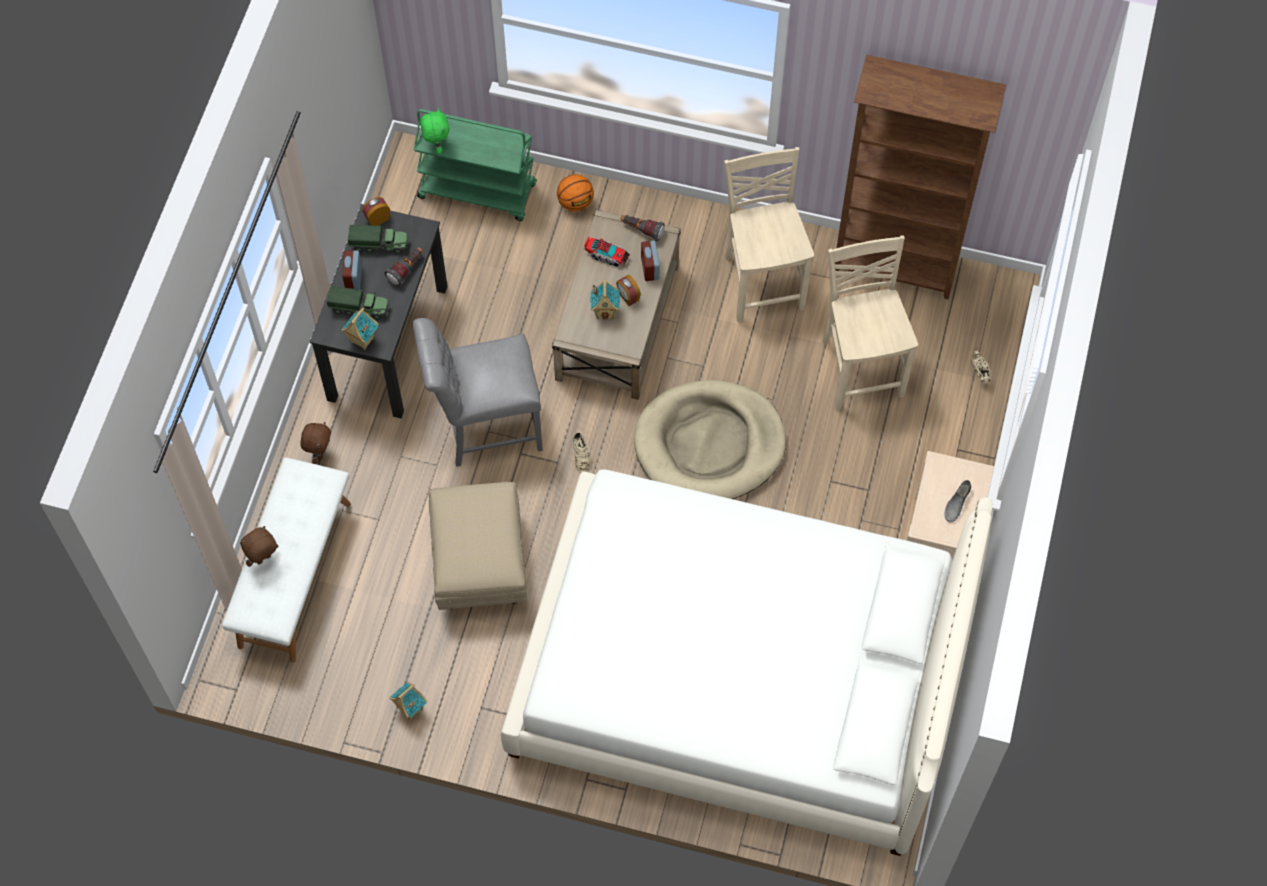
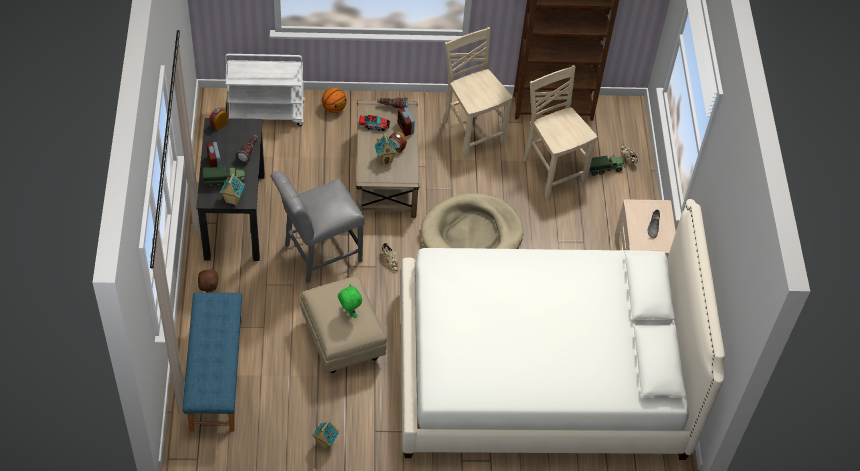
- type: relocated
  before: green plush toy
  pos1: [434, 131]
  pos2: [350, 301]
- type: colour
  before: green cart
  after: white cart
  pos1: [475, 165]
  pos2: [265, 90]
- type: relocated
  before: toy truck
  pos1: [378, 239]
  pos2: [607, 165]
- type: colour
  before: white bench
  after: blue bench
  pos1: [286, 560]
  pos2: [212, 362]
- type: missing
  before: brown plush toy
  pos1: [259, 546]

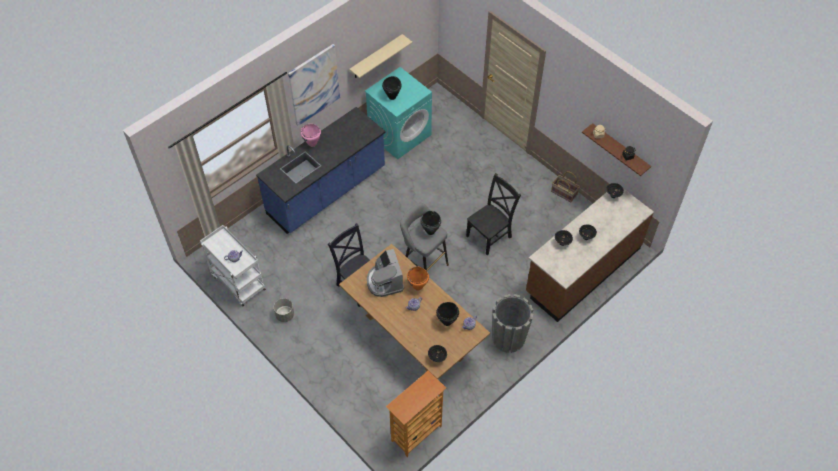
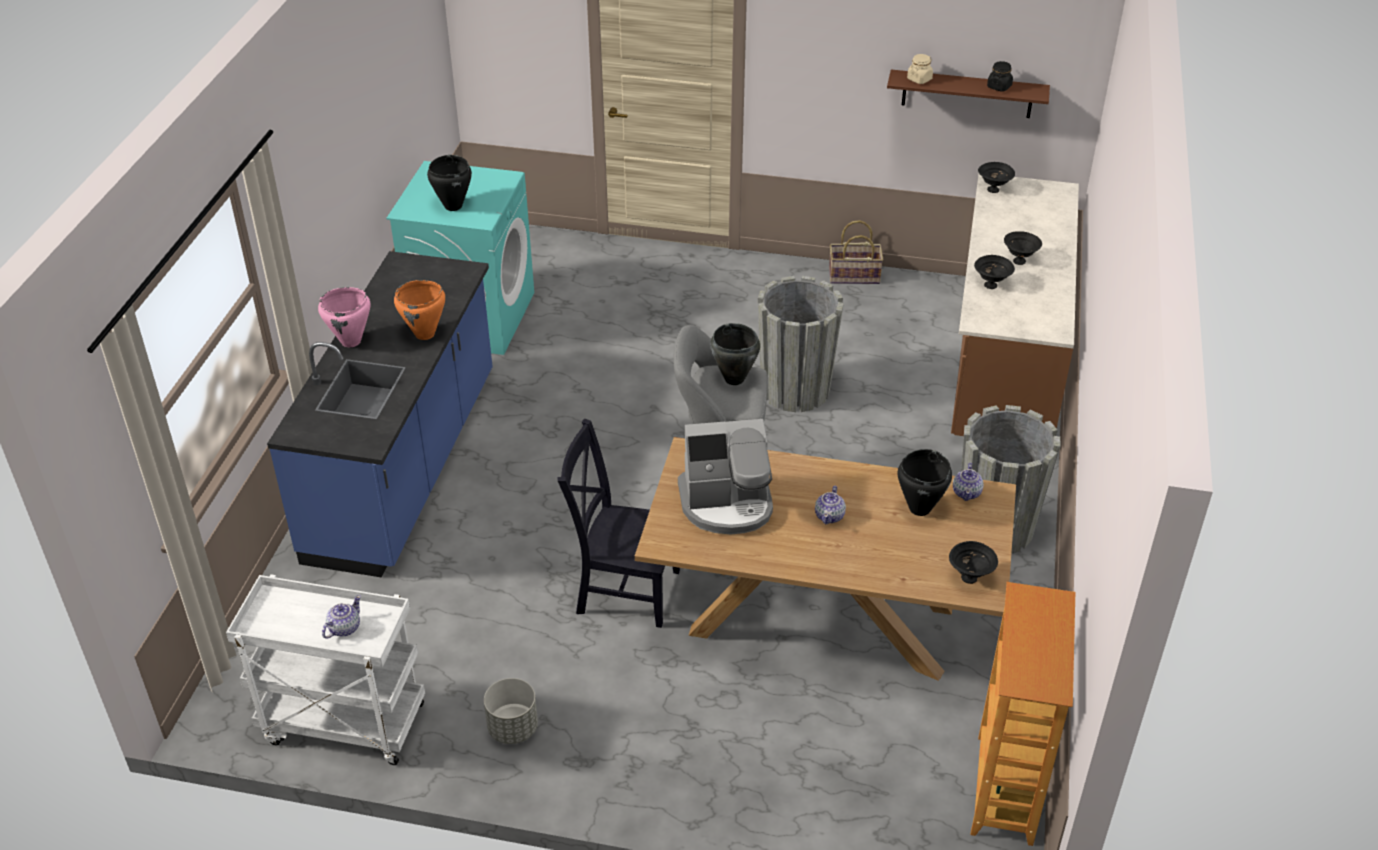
- type: missing
  before: beige shelf
  pos1: [381, 56]
- type: missing
  before: picture
  pos1: [314, 85]
- type: exchanged
  before: black chair
  after: grey planter
  pos1: [493, 214]
  pos2: [801, 344]
- type: spun
  before: coffee machine
  pos1: [385, 273]
  pos2: [725, 476]
  turn: -45
- type: relocated
  before: orange cooking pot
  pos1: [418, 279]
  pos2: [420, 310]

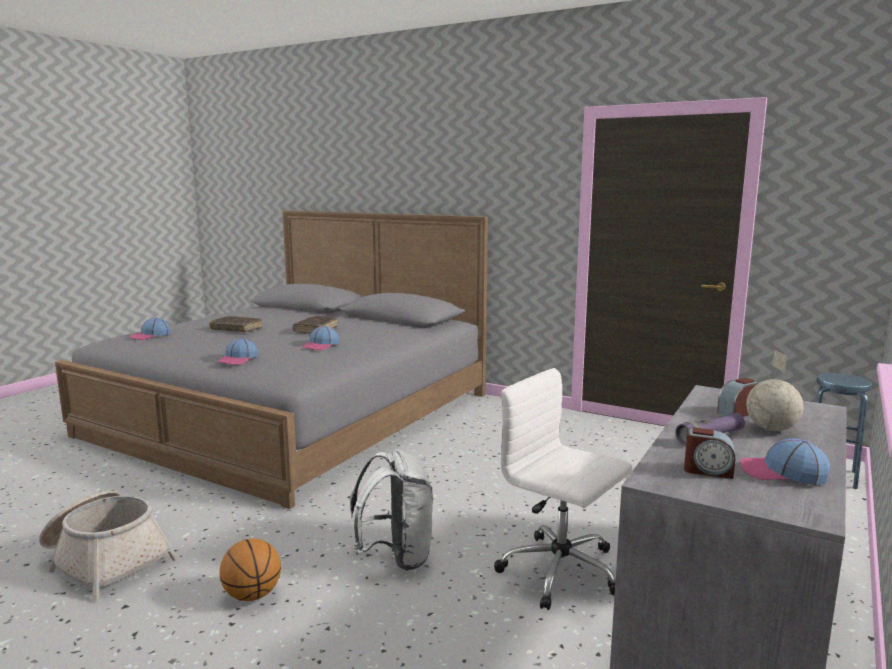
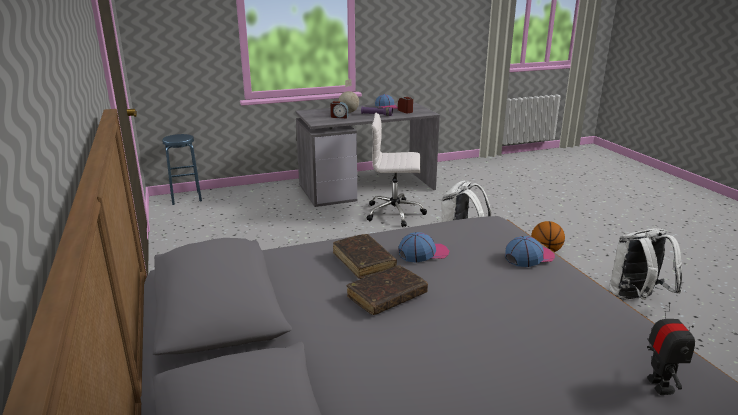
- type: relocated
  before: brown book
  pos1: [236, 324]
  pos2: [365, 256]
- type: exchanged
  before: cap
  after: toy robot
  pos1: [150, 328]
  pos2: [671, 348]
- type: spun
  before: white office chair
  pos1: [563, 489]
  pos2: [397, 169]
  turn: 105
- type: exchanged
  before: basket
  after: white backpack
  pos1: [108, 545]
  pos2: [645, 264]

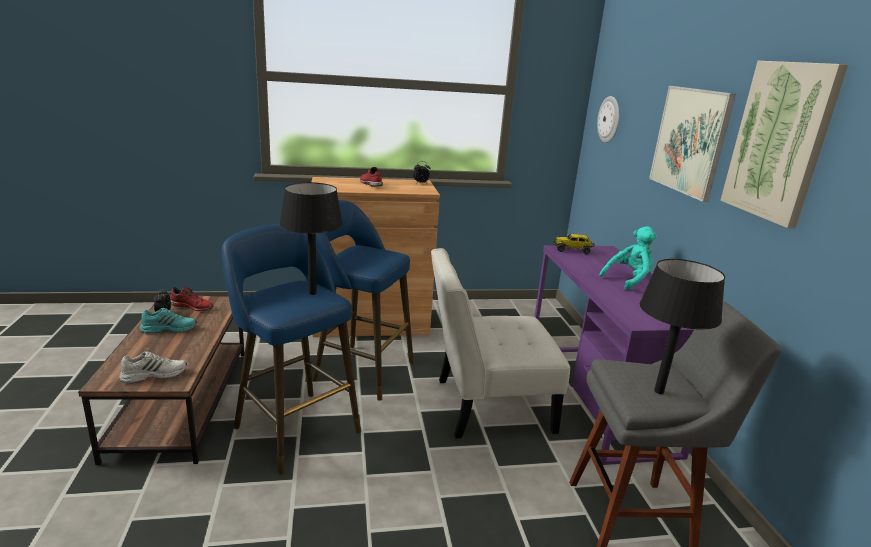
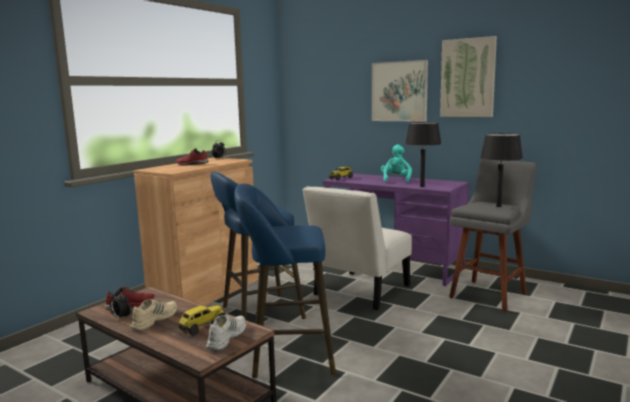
- type: missing
  before: wall clock
  pos1: [608, 119]
- type: relocated
  before: black table lamp
  pos1: [311, 238]
  pos2: [423, 154]
- type: colour
  before: turquoise shoe
  after: beige shoe
  pos1: [168, 321]
  pos2: [153, 315]
- type: appeared
  after: toy truck
  pos2: [201, 320]

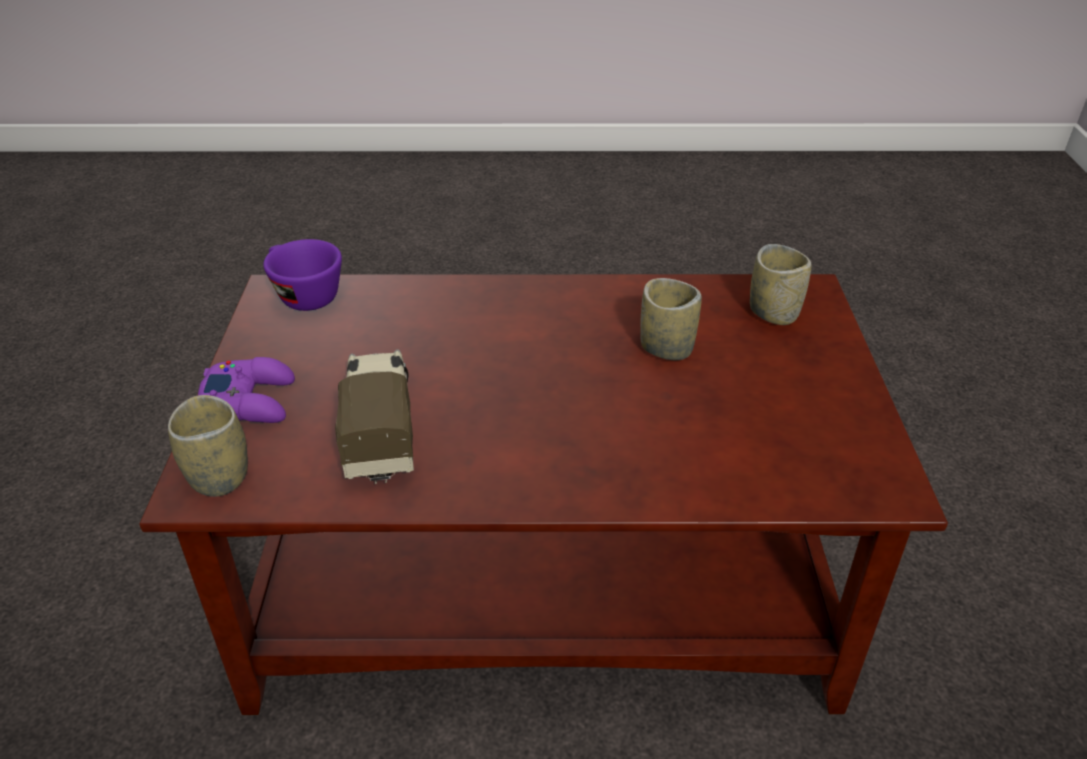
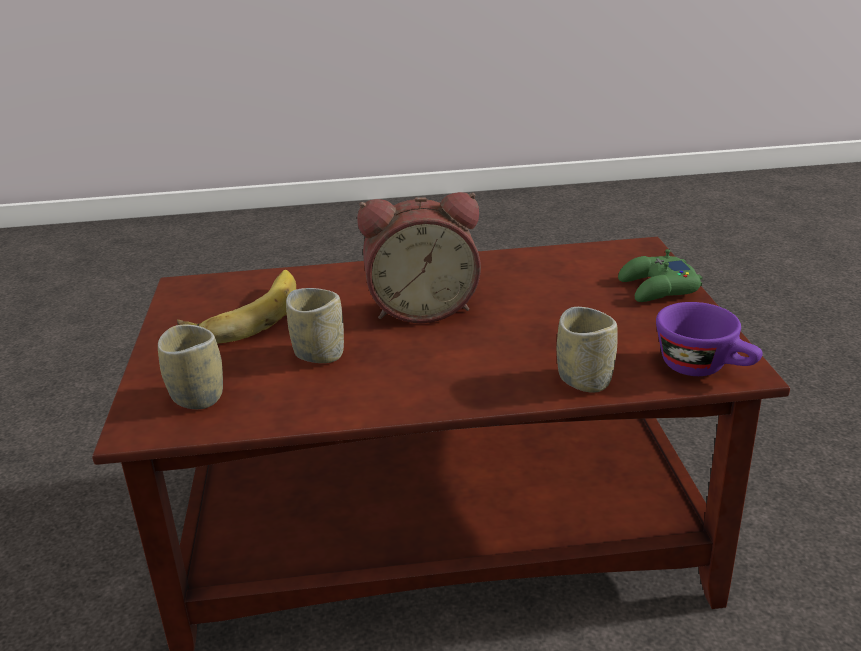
- type: missing
  before: toy truck
  pos1: [374, 416]
- type: colour
  before: purple game controller
  after: green game controller
  pos1: [246, 390]
  pos2: [660, 275]
- type: relocated
  before: cup
  pos1: [208, 446]
  pos2: [587, 350]
- type: appeared
  after: alarm clock
  pos2: [419, 257]
- type: appeared
  after: banana
  pos2: [236, 307]

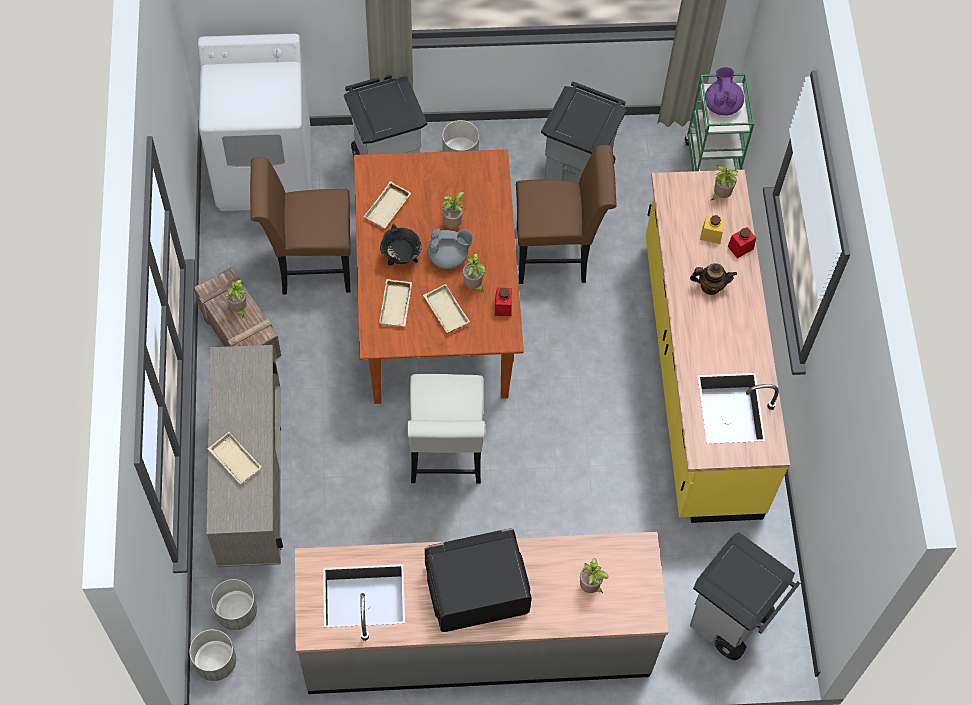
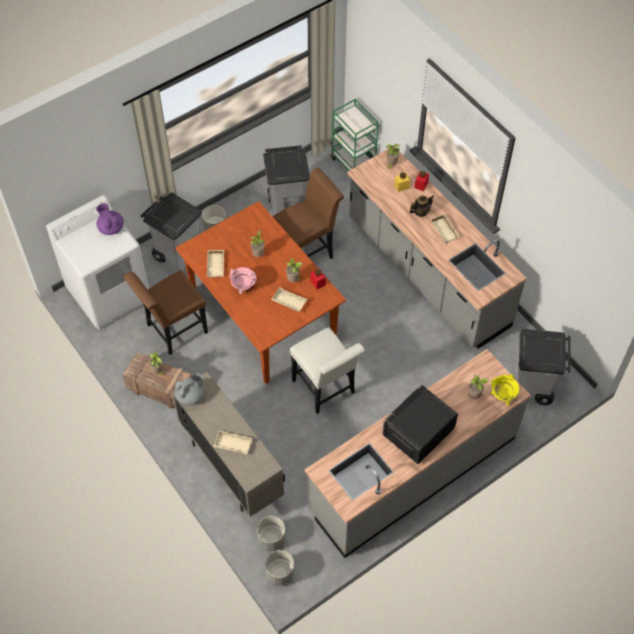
- type: relocated
  before: purple teapot
  pos1: [724, 91]
  pos2: [110, 219]
- type: colour
  before: yellow counter
  after: grey counter
  pos1: [718, 346]
  pos2: [437, 248]
- type: colour
  before: black cooking pot
  after: pink cooking pot
  pos1: [401, 244]
  pos2: [243, 280]
- type: relocated
  before: grey teapot
  pos1: [450, 248]
  pos2: [189, 389]
- type: relocated
  before: beige tray
  pos1: [395, 302]
  pos2: [445, 228]
- type: appeared
  after: yellow cooking pot
  pos2: [505, 390]

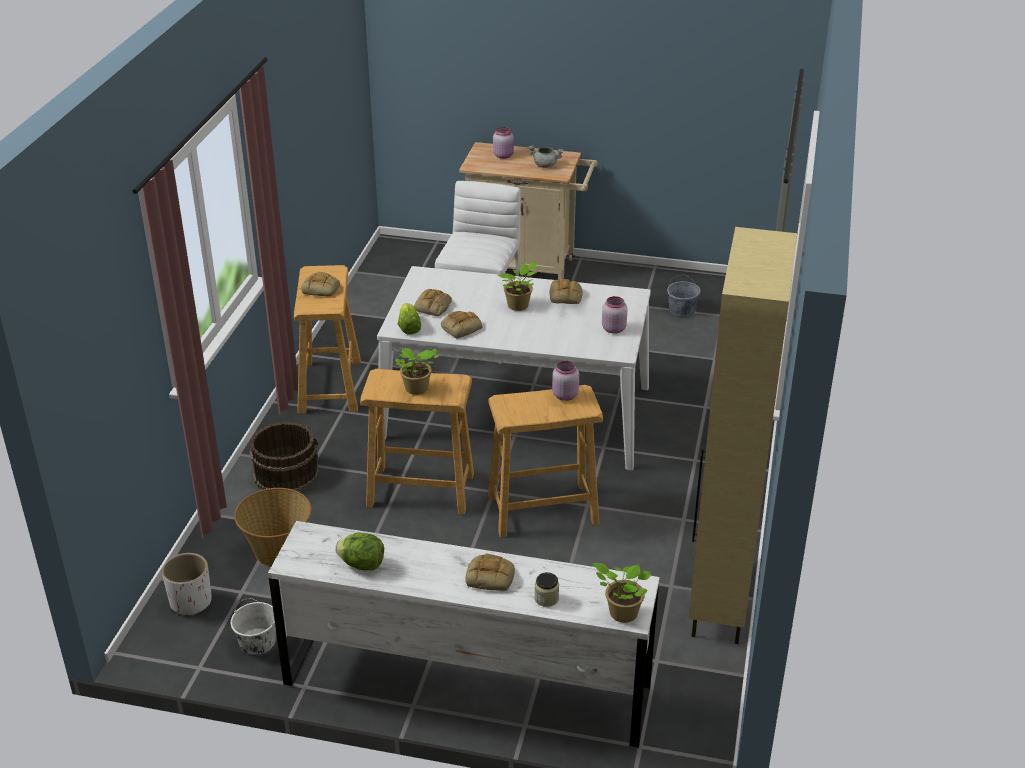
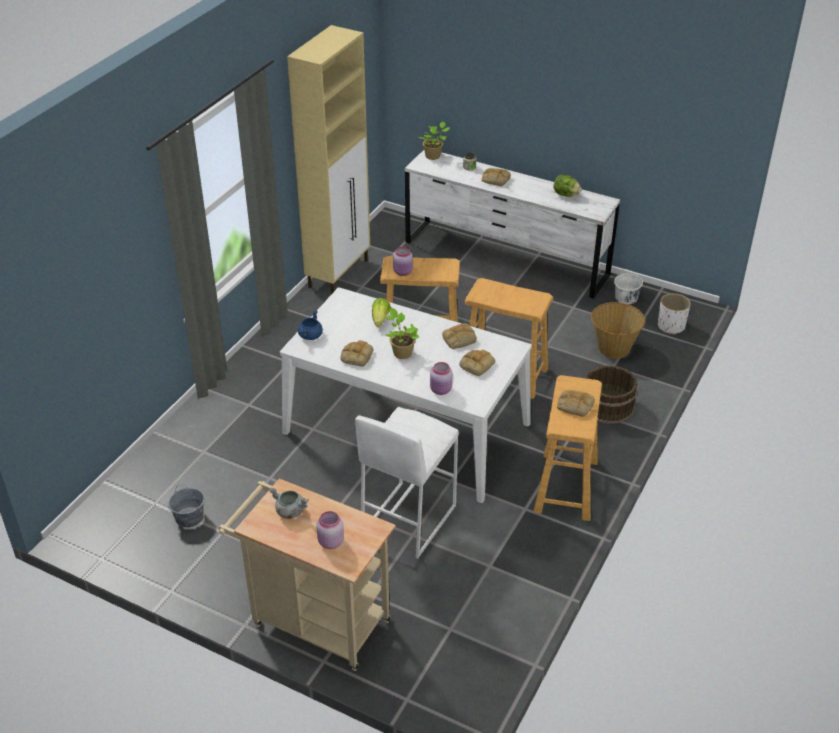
- type: relocated
  before: pink jar
  pos1: [614, 315]
  pos2: [441, 378]
- type: relocated
  before: lettuce
  pos1: [409, 318]
  pos2: [381, 312]
- type: missing
  before: potted plant
  pos1: [417, 371]
- type: appeared
  after: blue cooking pot
  pos2: [310, 325]

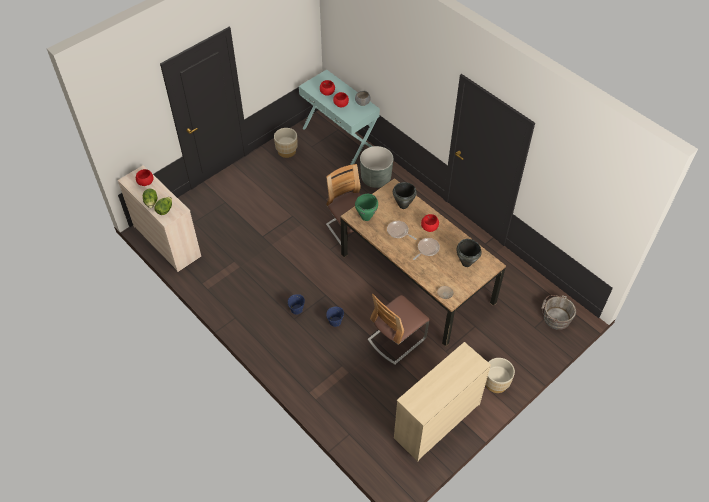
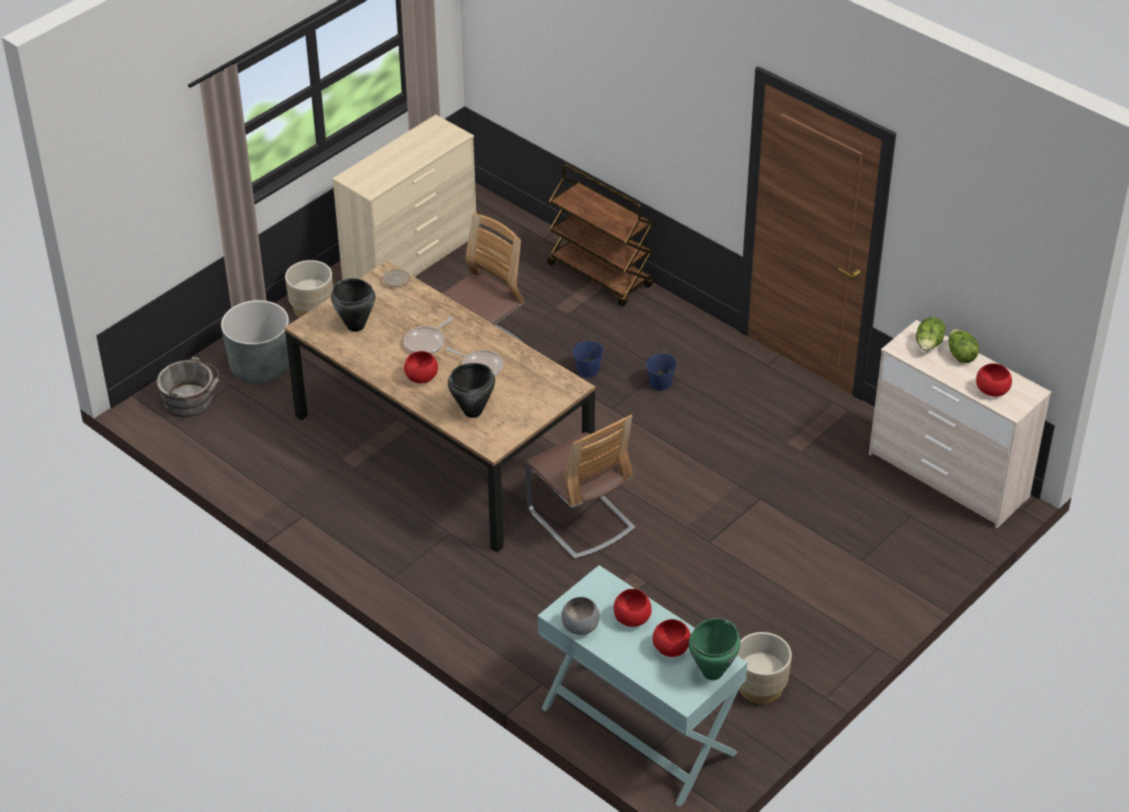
- type: relocated
  before: grey planter
  pos1: [376, 167]
  pos2: [255, 342]
- type: relocated
  before: green cooking pot
  pos1: [366, 207]
  pos2: [714, 649]
- type: appeared
  after: brown cart
  pos2: [600, 235]

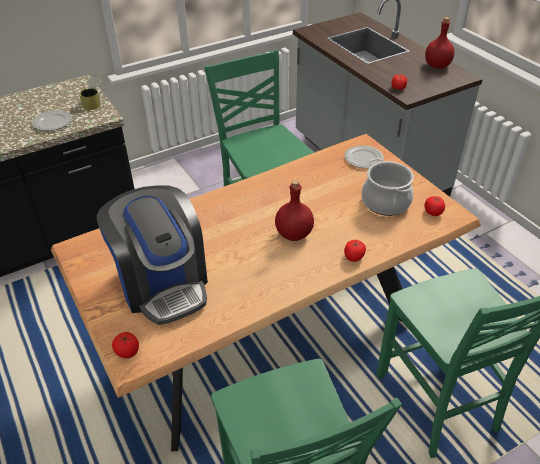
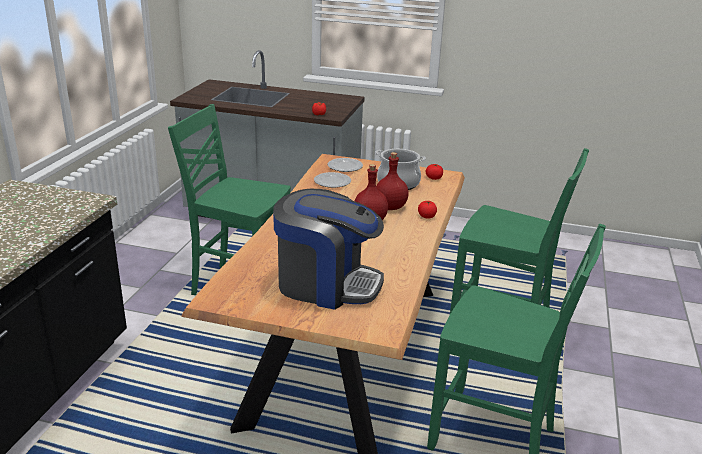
- type: relocated
  before: red bottle
  pos1: [440, 43]
  pos2: [392, 181]
- type: missing
  before: can
  pos1: [90, 93]
- type: relocated
  before: plate
  pos1: [52, 120]
  pos2: [332, 180]
- type: missing
  before: tomato
  pos1: [125, 345]

